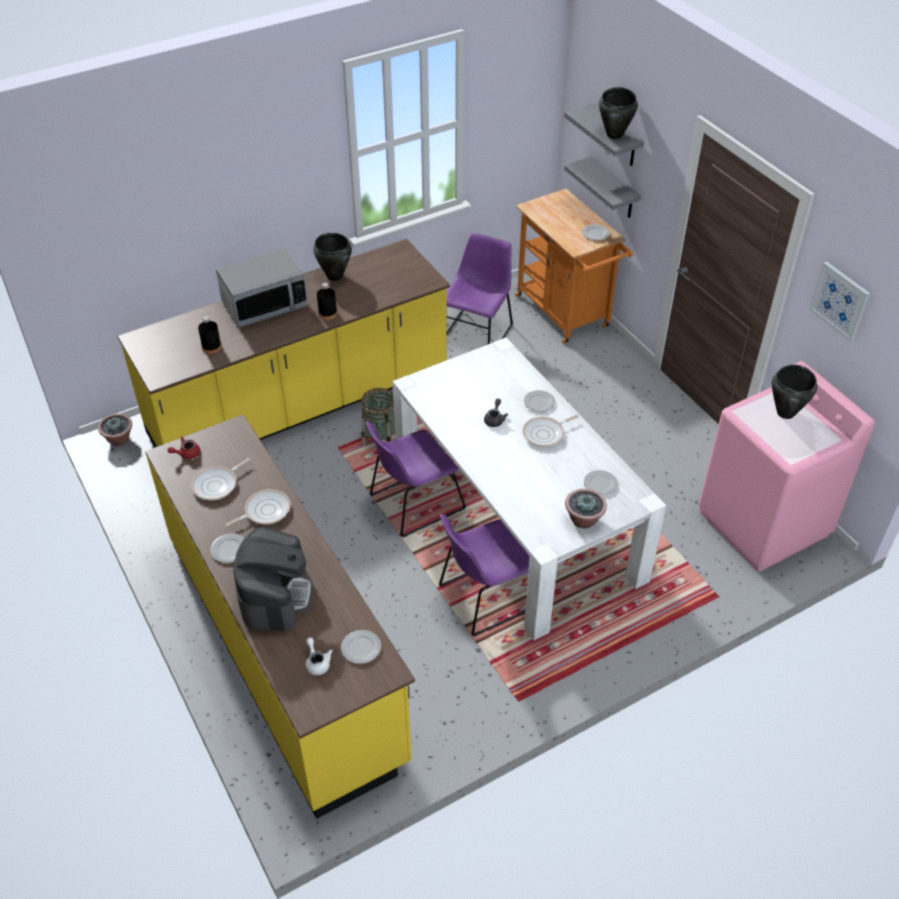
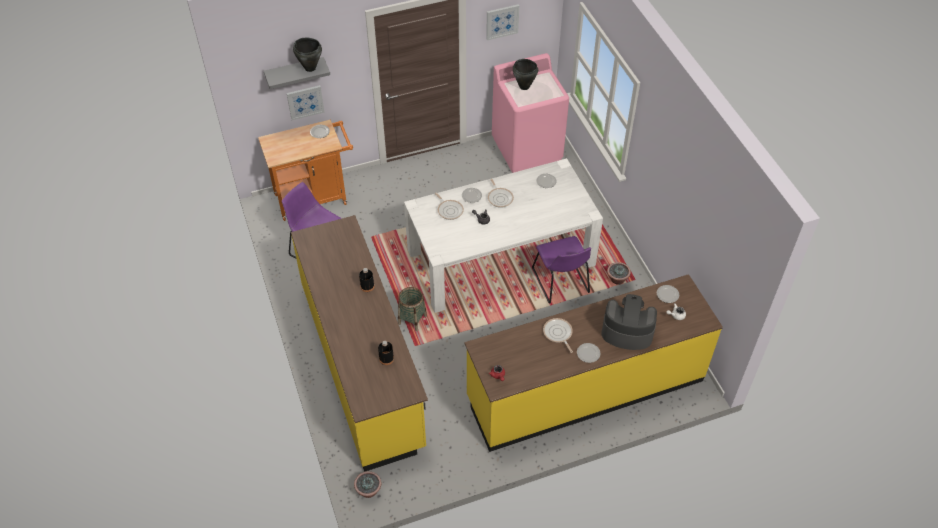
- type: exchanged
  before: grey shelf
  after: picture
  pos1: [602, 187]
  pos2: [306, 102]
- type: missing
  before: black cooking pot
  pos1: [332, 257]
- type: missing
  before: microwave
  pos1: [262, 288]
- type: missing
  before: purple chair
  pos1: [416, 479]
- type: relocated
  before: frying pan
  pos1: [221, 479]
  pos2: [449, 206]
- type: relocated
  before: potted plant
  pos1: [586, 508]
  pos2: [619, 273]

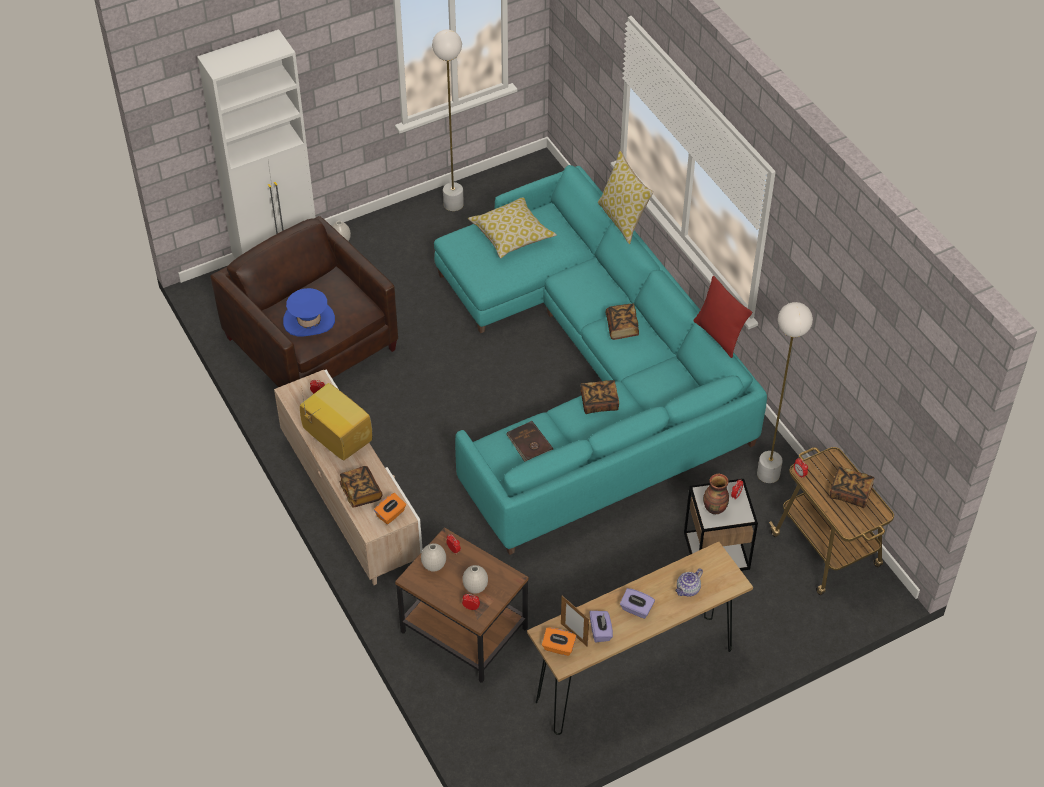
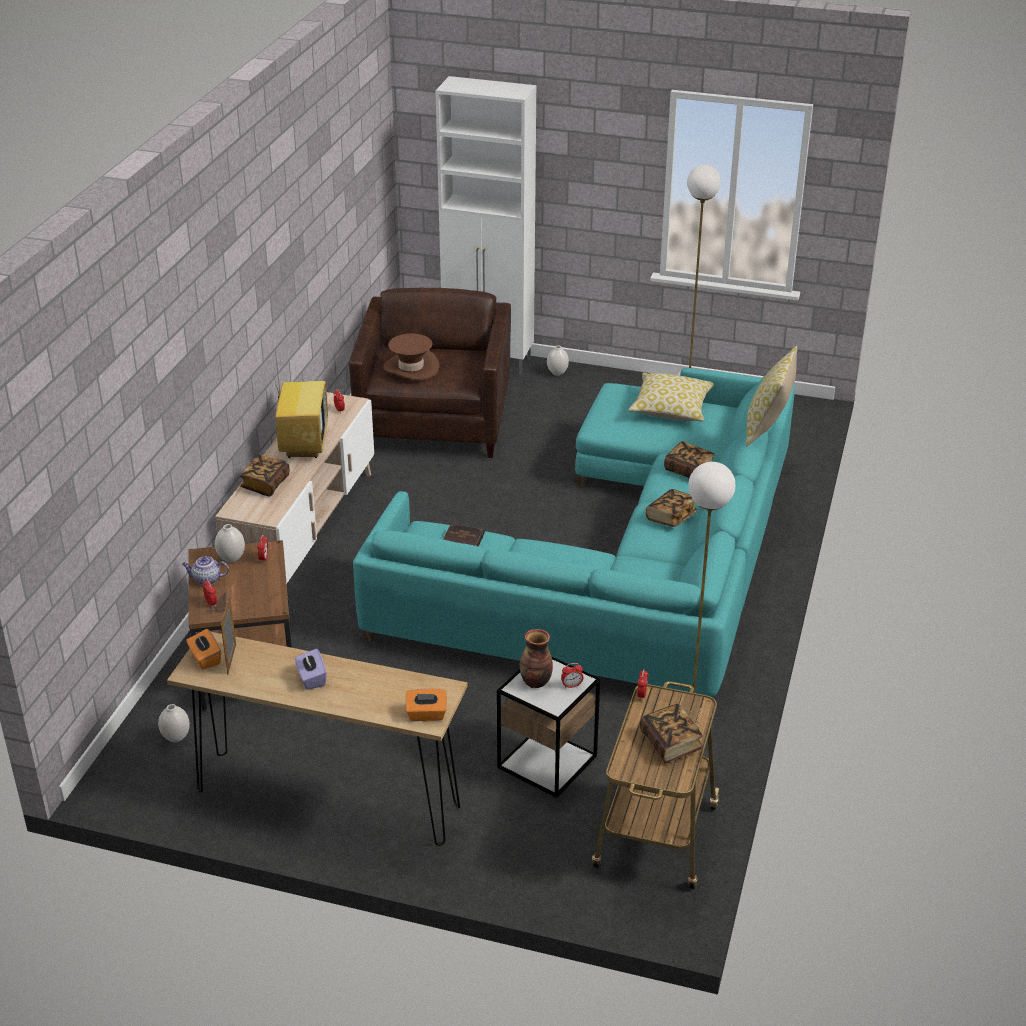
- type: missing
  before: red pillow
  pos1: [723, 317]
- type: colour
  before: blue hat
  after: brown hat
  pos1: [309, 312]
  pos2: [411, 356]
- type: relocated
  before: book
  pos1: [600, 397]
  pos2: [689, 459]
- type: relocated
  before: orange tissue box
  pos1: [390, 508]
  pos2: [426, 704]
- type: relocated
  before: white vase
  pos1: [475, 579]
  pos2: [174, 723]
- type: relocated
  before: teapot
  pos1: [689, 582]
  pos2: [205, 570]
- type: missing
  before: purple tissue box
  pos1: [601, 626]

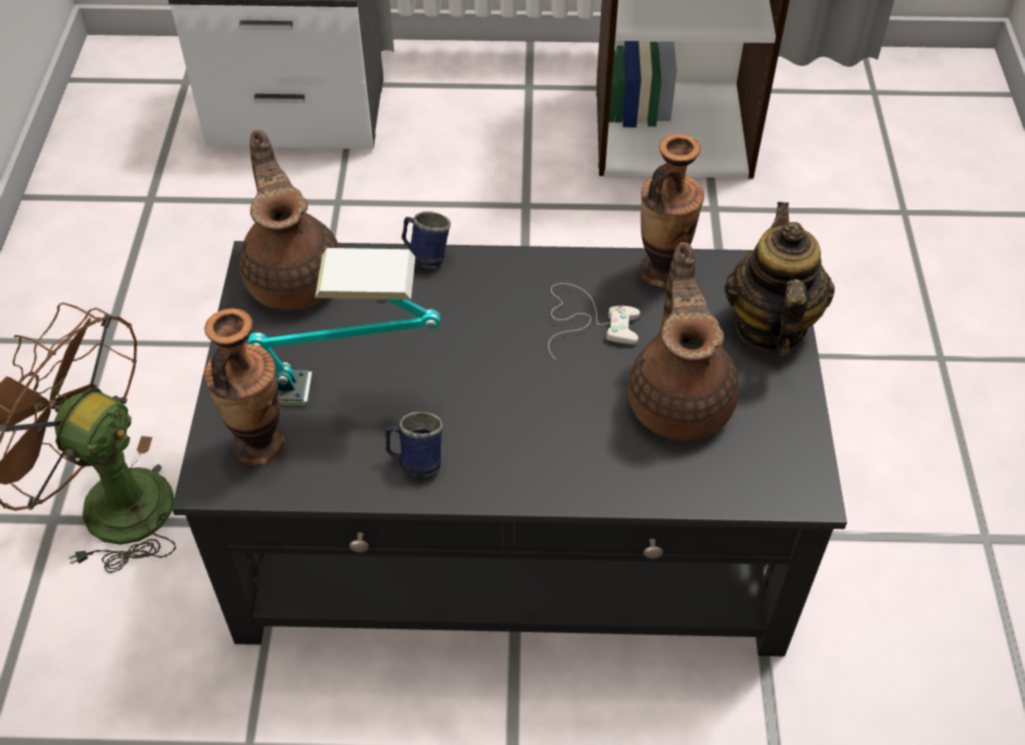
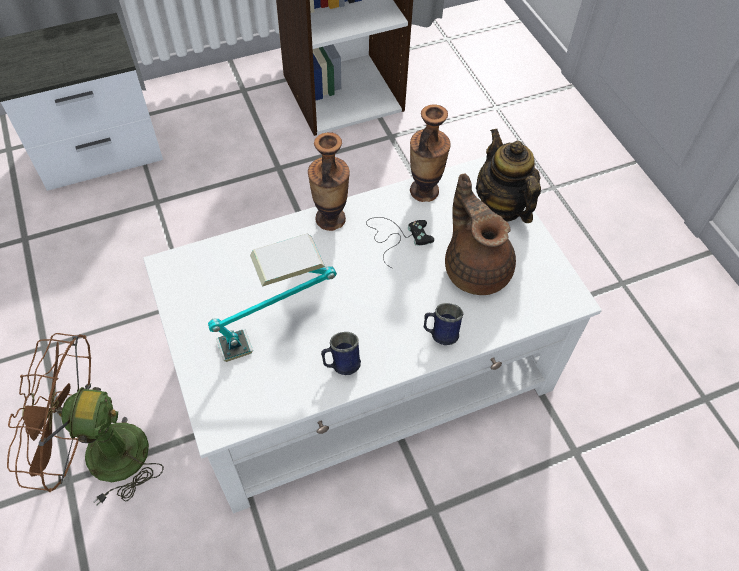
- type: missing
  before: brown teapot
  pos1: [290, 220]
- type: relocated
  before: blue mug
  pos1: [426, 239]
  pos2: [443, 324]
- type: colour
  before: black coffee table
  after: white coffee table
  pos1: [509, 448]
  pos2: [372, 334]
- type: colour
  before: white game controller
  after: black game controller
  pos1: [594, 321]
  pos2: [400, 242]
- type: relocated
  before: vase
  pos1: [244, 386]
  pos2: [329, 181]

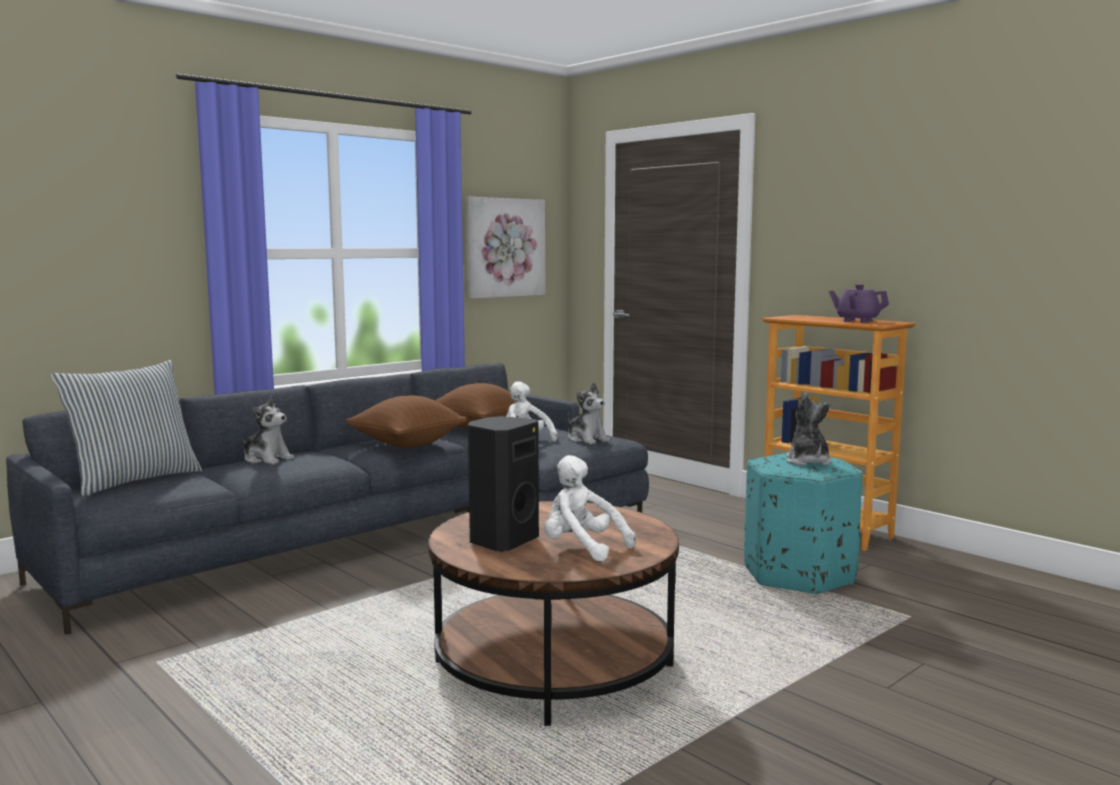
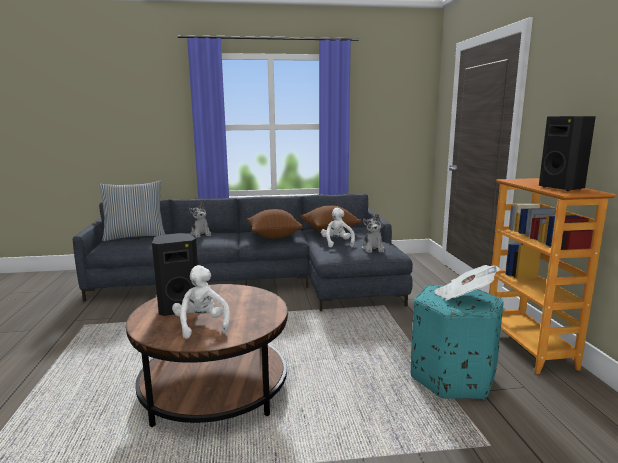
- type: missing
  before: picture
  pos1: [505, 248]
- type: exchanged
  before: purple teapot
  after: black speaker
  pos1: [859, 303]
  pos2: [567, 153]
- type: exchanged
  before: plush toy
  after: newspaper
  pos1: [808, 429]
  pos2: [467, 282]

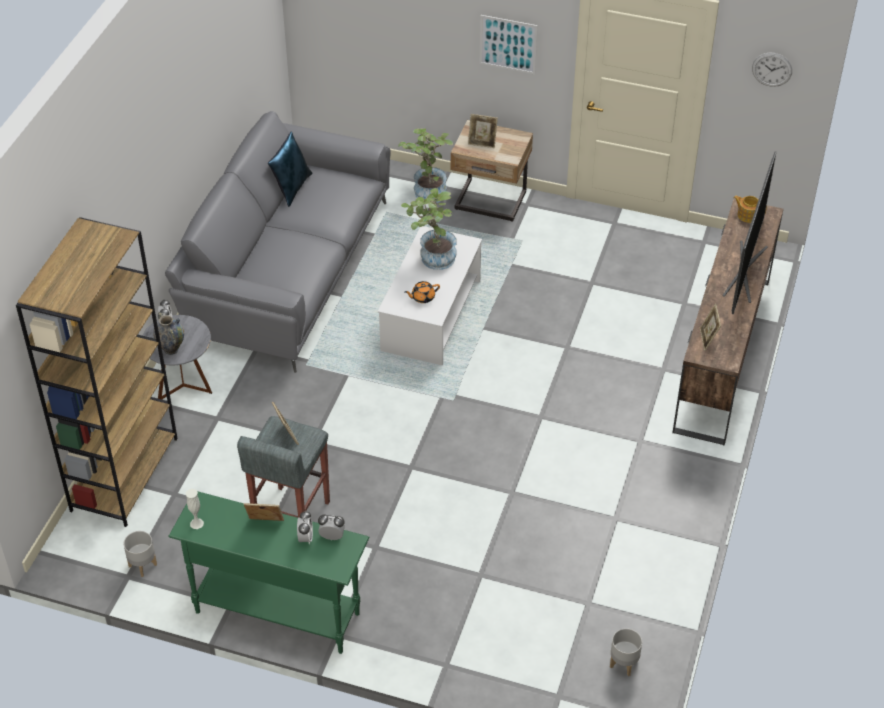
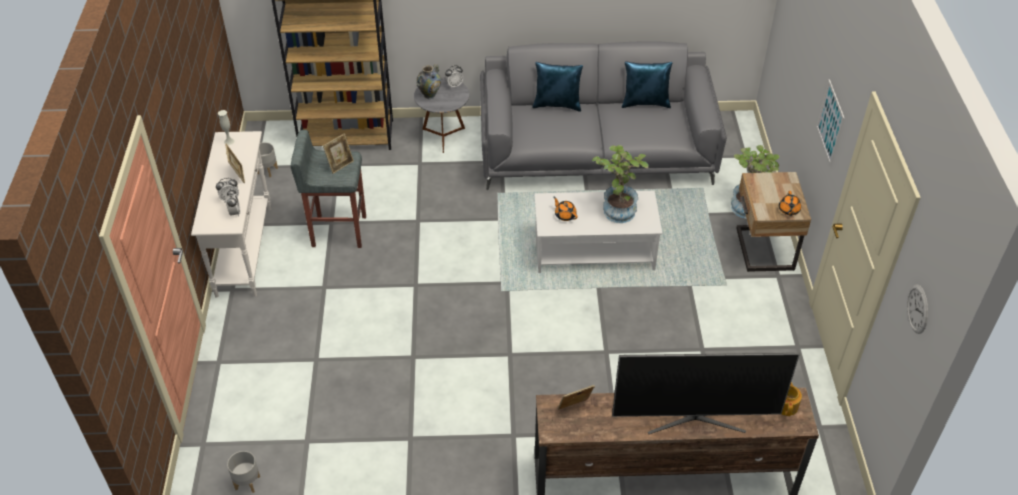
- type: missing
  before: picture frame
  pos1: [483, 131]
- type: colour
  before: green console table
  after: white console table
  pos1: [268, 572]
  pos2: [231, 214]
- type: appeared
  after: blue pillow
  pos2: [557, 87]
- type: appeared
  after: orange teapot
  pos2: [790, 203]

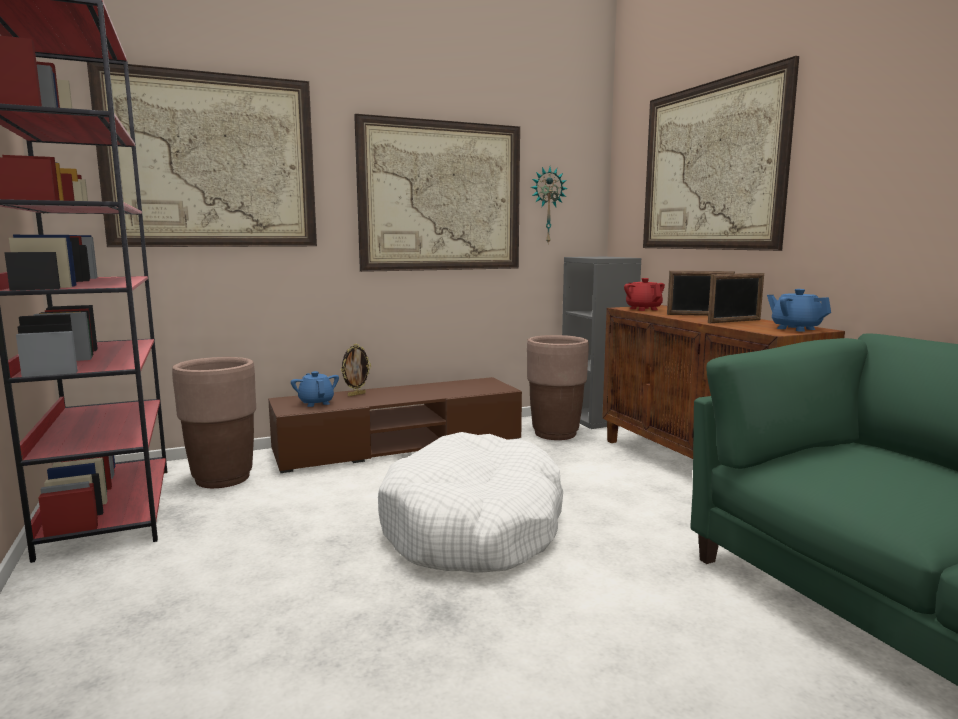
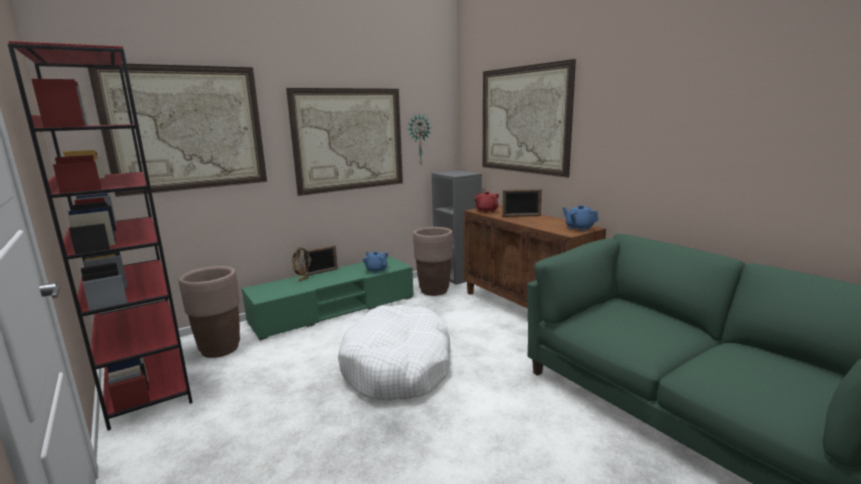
- type: relocated
  before: picture frame
  pos1: [736, 298]
  pos2: [321, 260]
- type: relocated
  before: blue teapot
  pos1: [315, 389]
  pos2: [375, 262]
- type: colour
  before: brown tv stand
  after: green tv stand
  pos1: [395, 425]
  pos2: [328, 298]

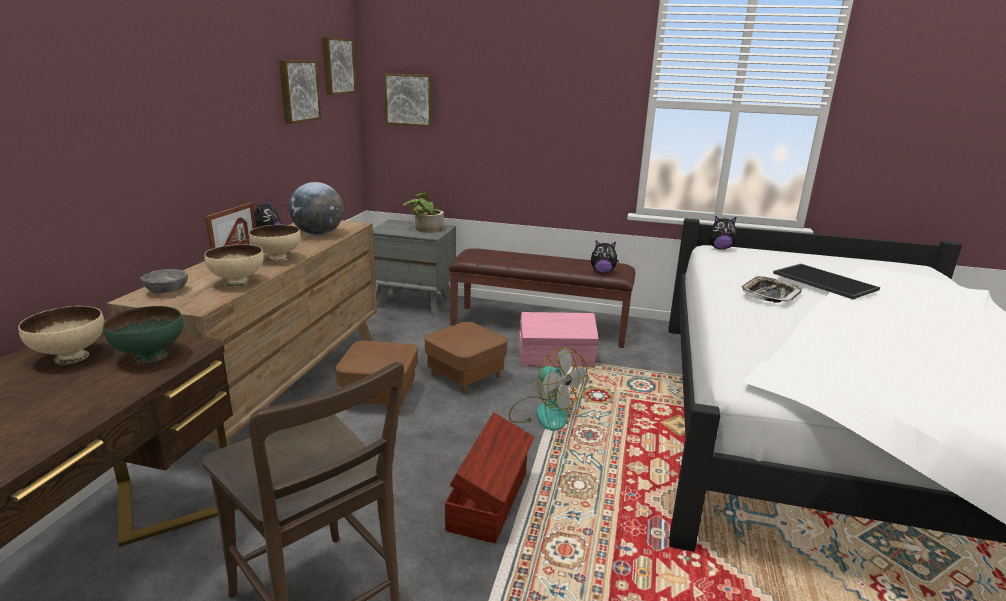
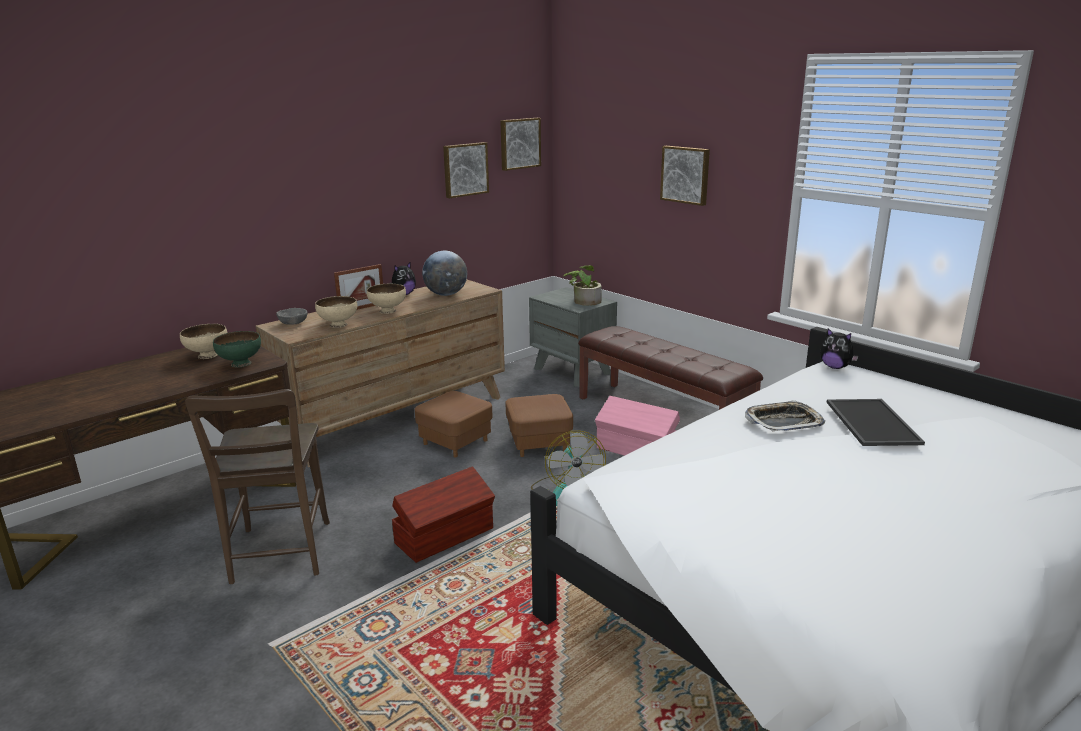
- type: relocated
  before: picture
  pos1: [408, 100]
  pos2: [685, 176]
- type: missing
  before: plush toy
  pos1: [605, 257]

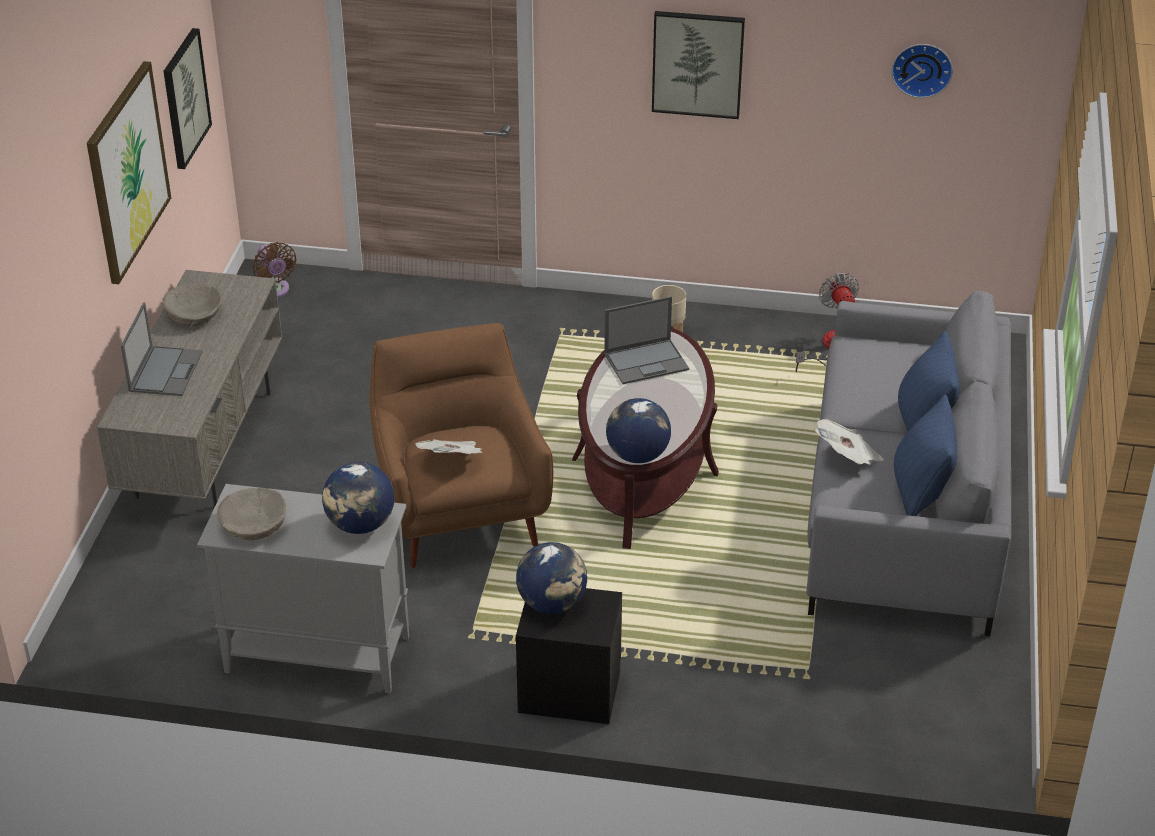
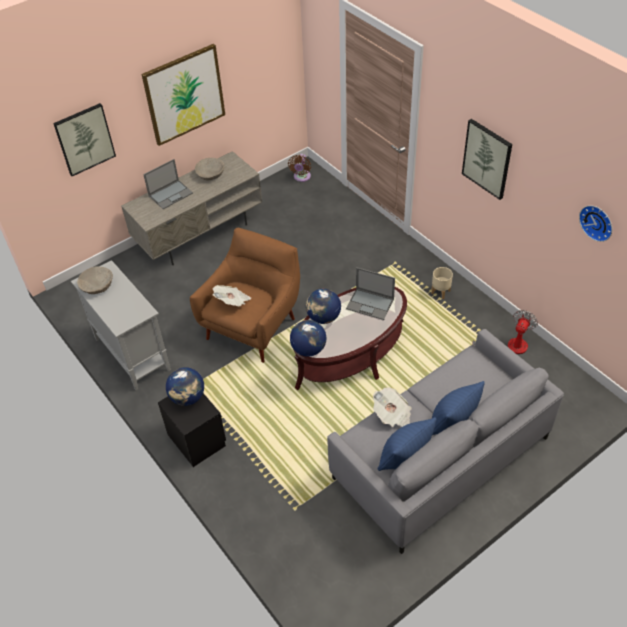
- type: relocated
  before: picture
  pos1: [188, 98]
  pos2: [84, 139]
- type: relocated
  before: globe
  pos1: [358, 498]
  pos2: [323, 306]

